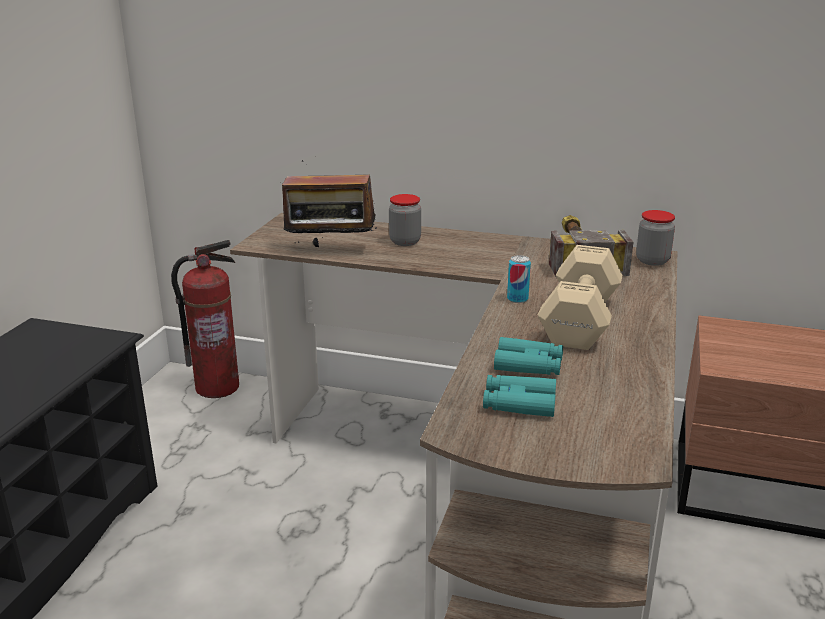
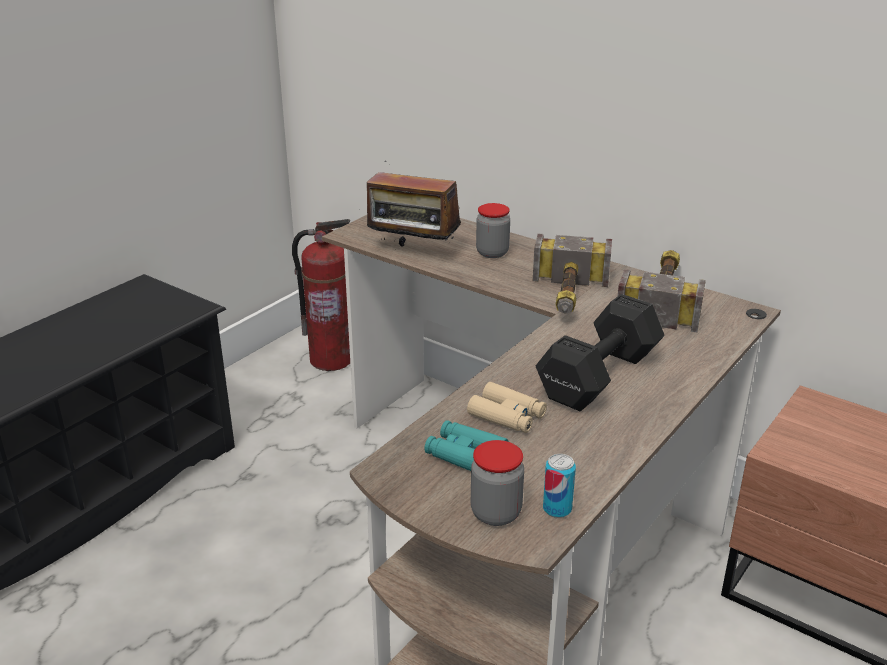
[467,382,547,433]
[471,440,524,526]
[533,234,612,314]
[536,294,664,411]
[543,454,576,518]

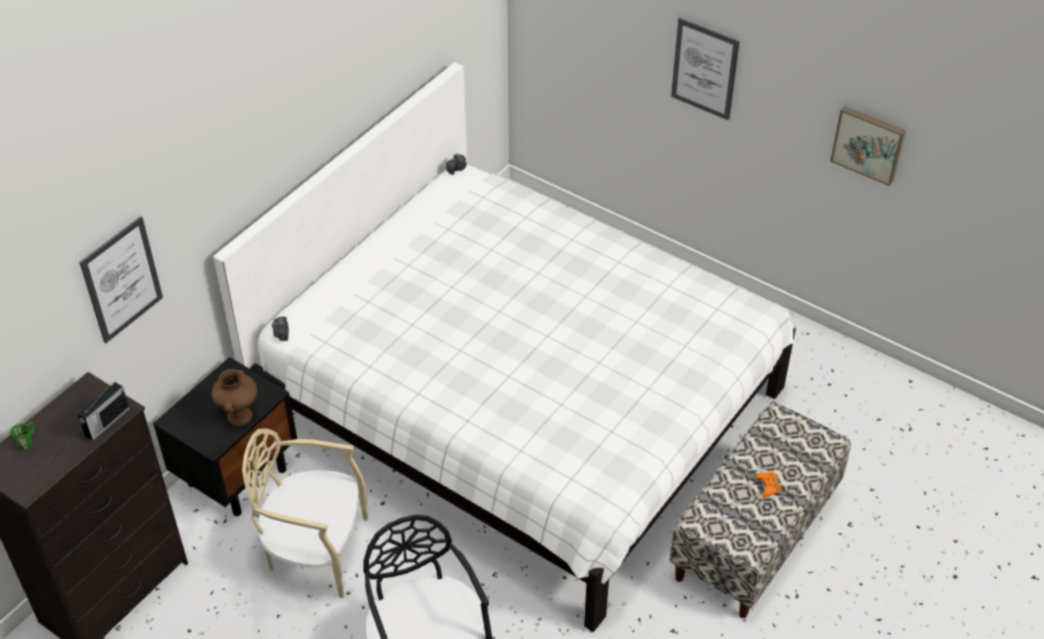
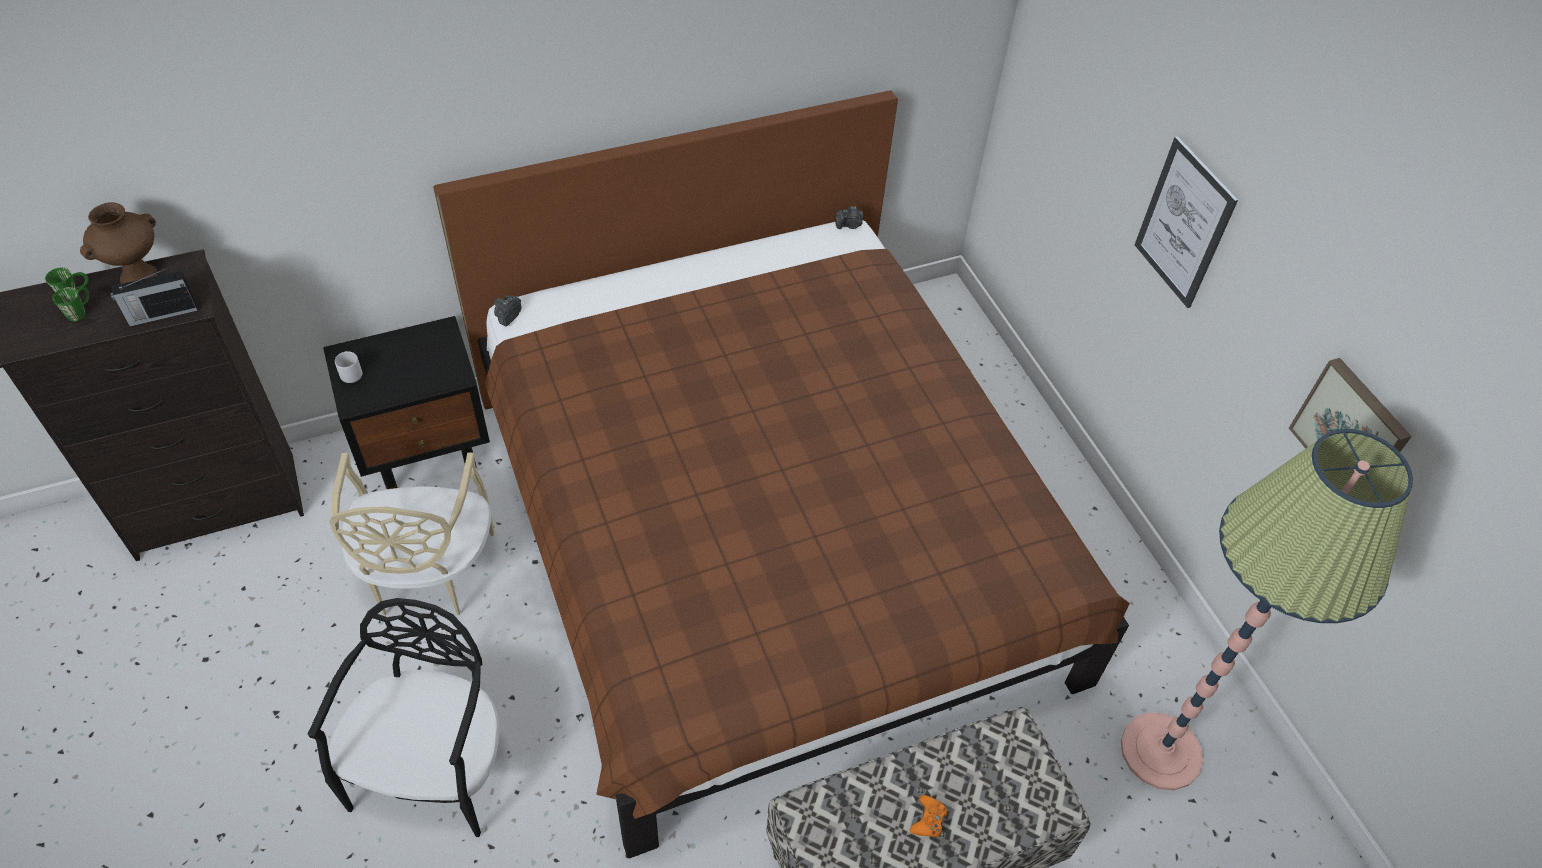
[52,287,89,322]
[80,202,158,284]
[329,453,494,616]
[335,351,362,383]
[433,90,1130,858]
[1121,429,1413,790]
[79,216,163,343] (first image)

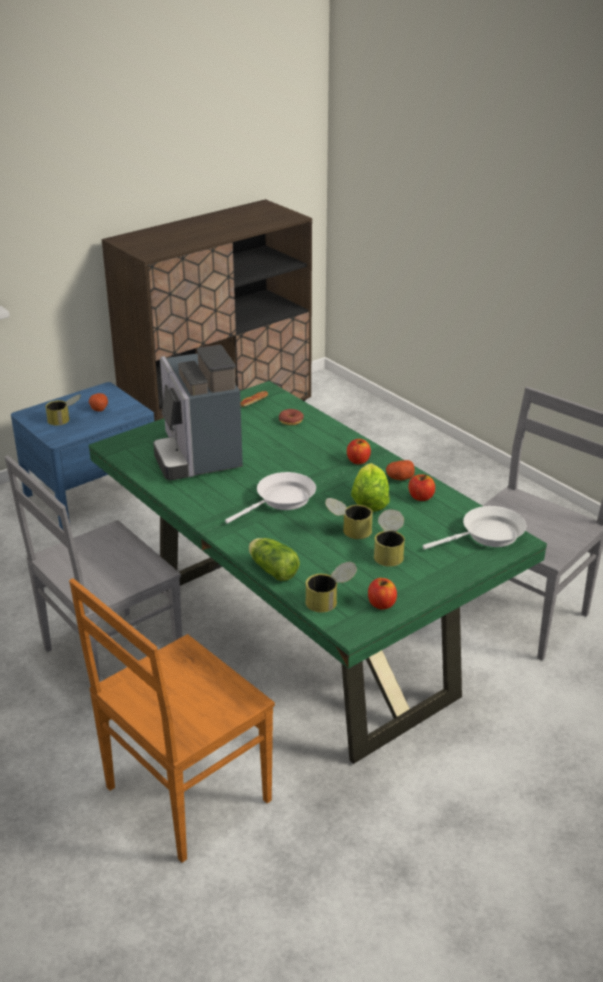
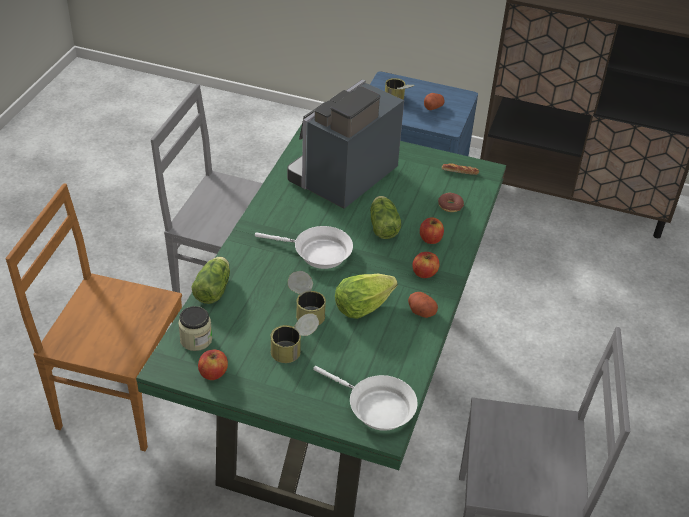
[178,306,212,351]
[370,196,401,239]
[420,218,444,244]

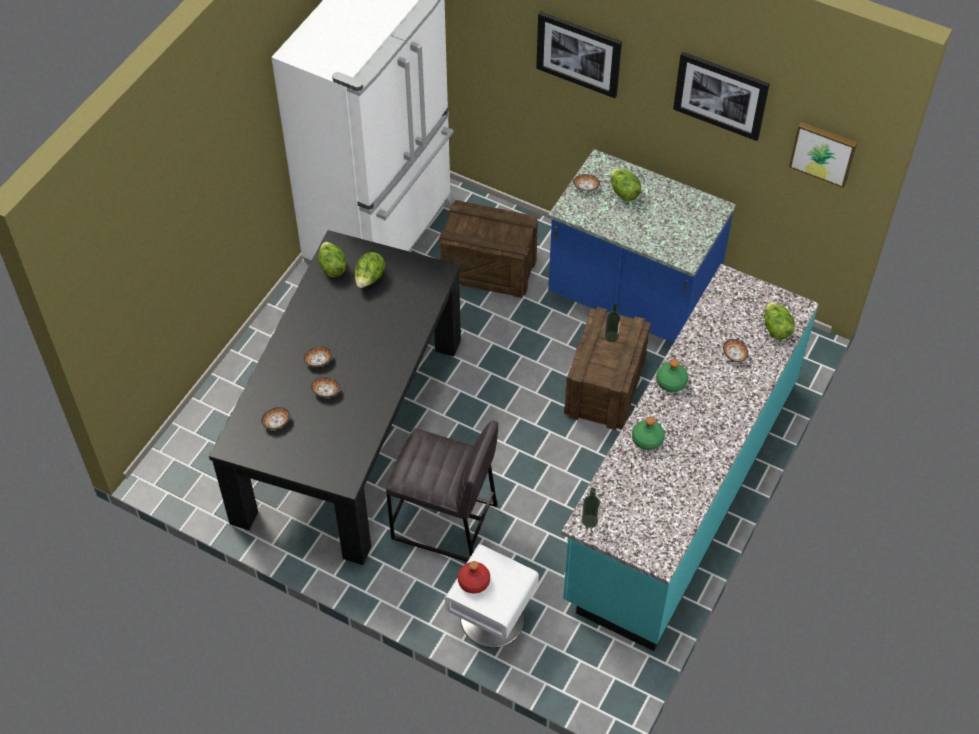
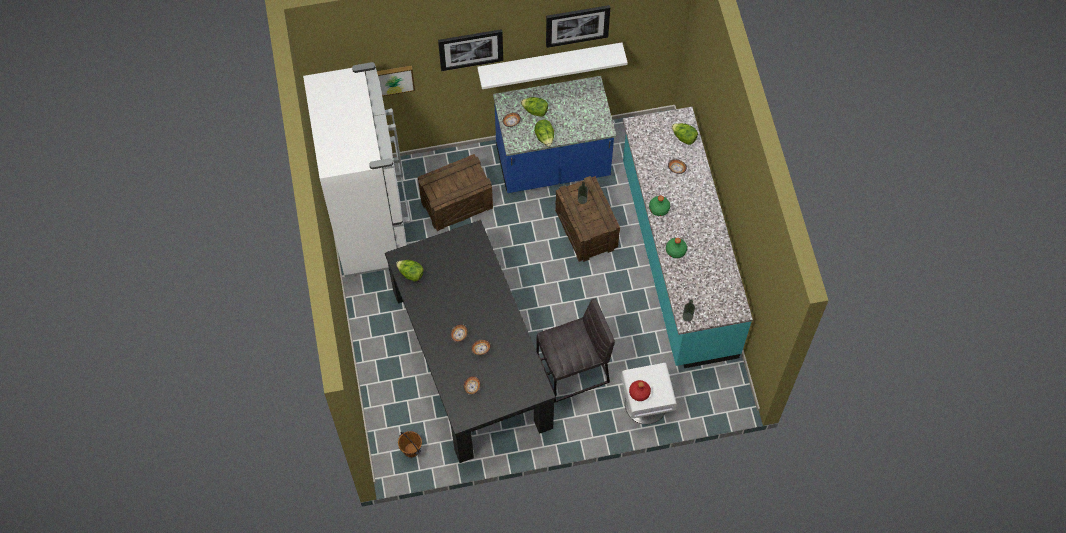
[377,65,415,96]
[398,431,422,458]
[477,42,628,89]
[534,120,554,146]

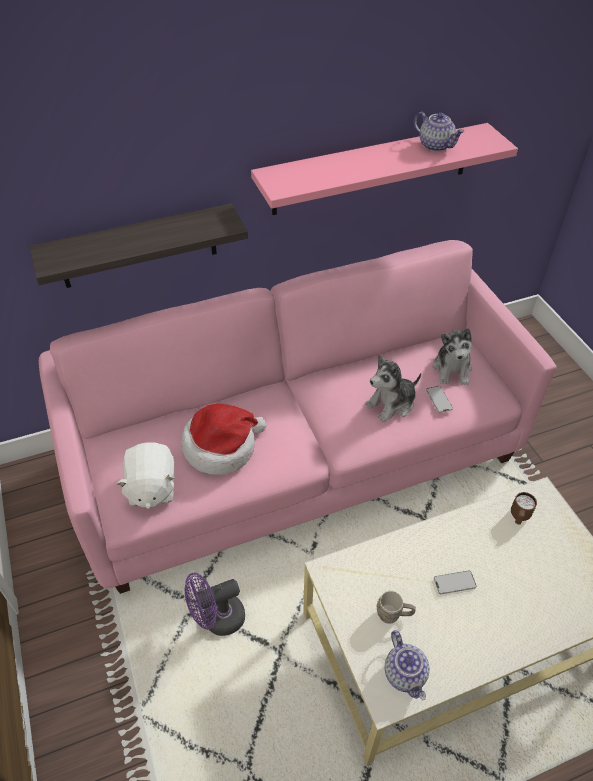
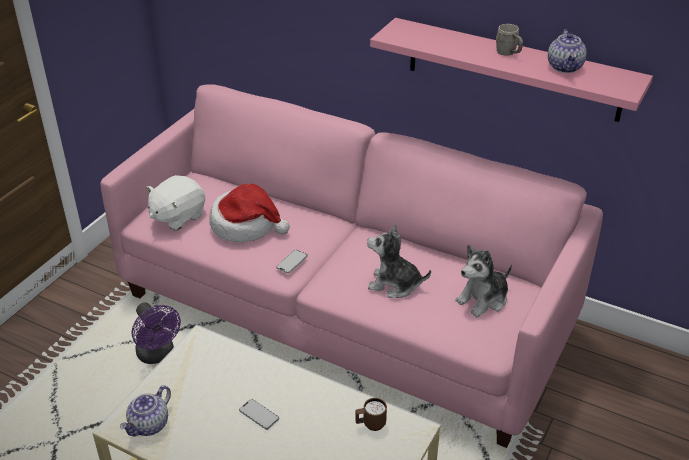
[131,302,181,364]
[276,250,307,273]
[496,24,523,56]
[29,203,248,288] (first image)

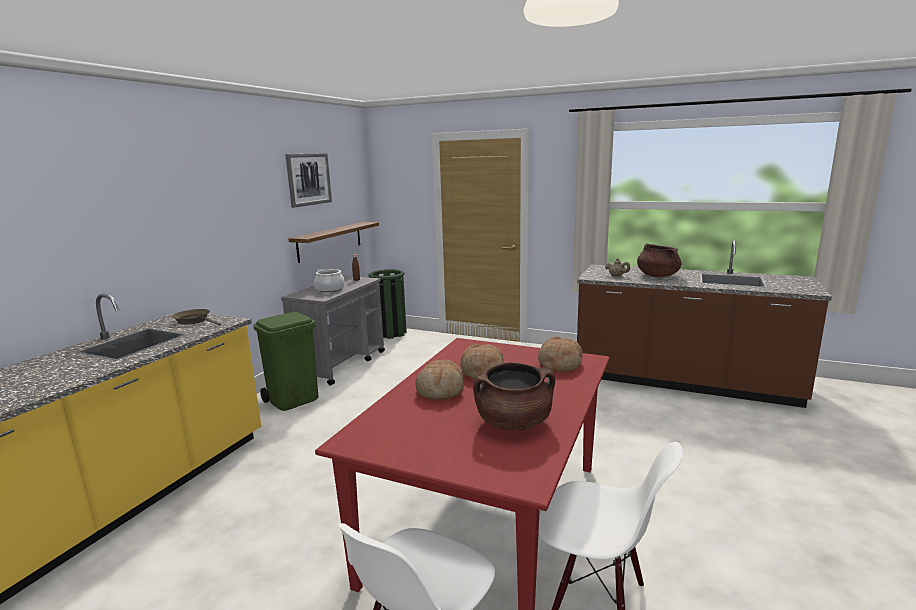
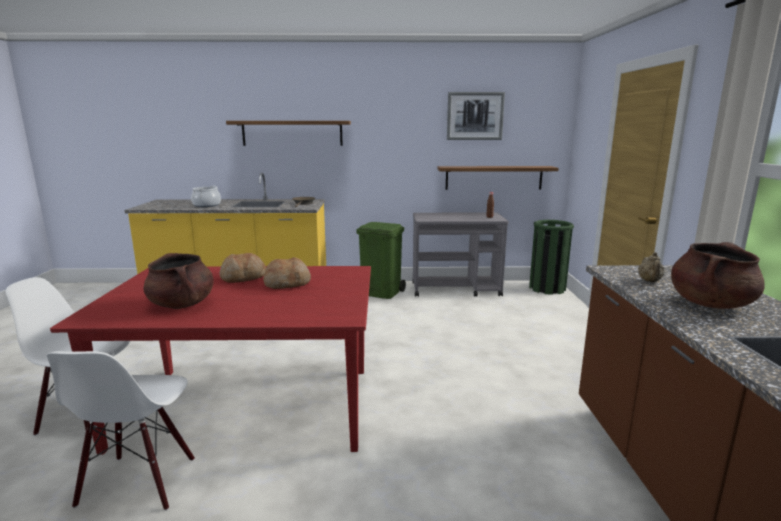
[191,186,221,207]
[226,121,351,146]
[538,336,583,372] (first image)

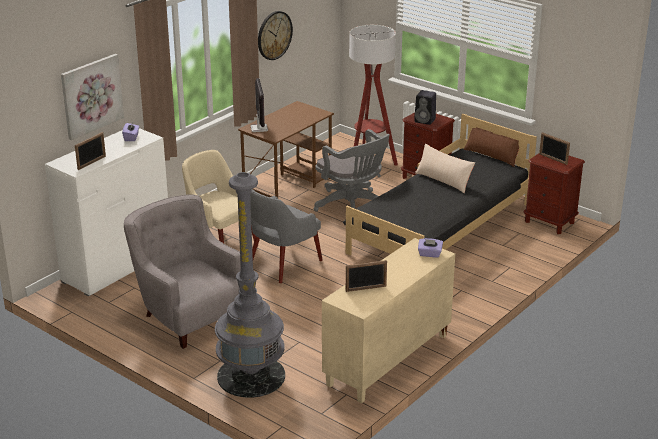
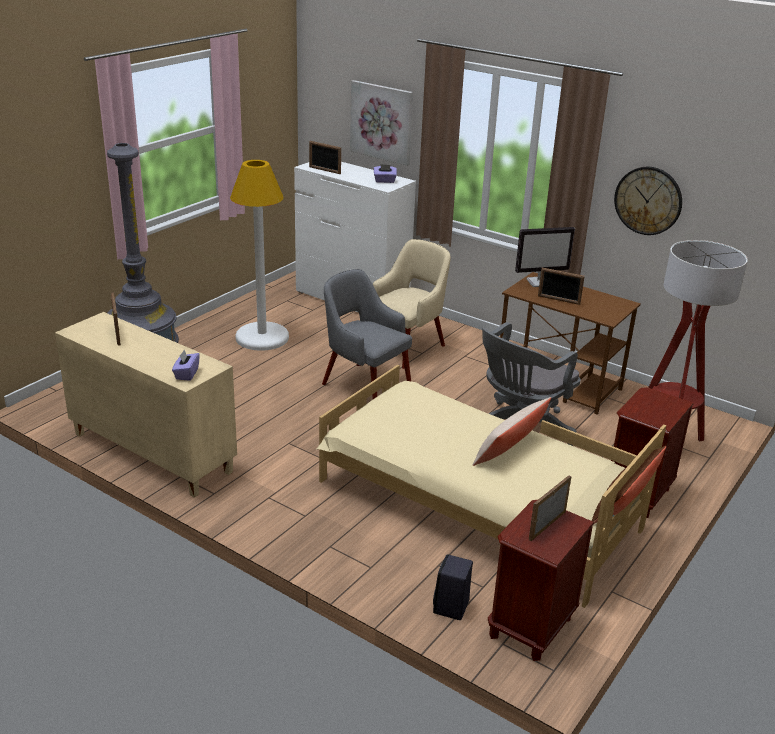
[230,160,289,351]
[316,365,666,608]
[433,554,473,620]
[538,268,585,305]

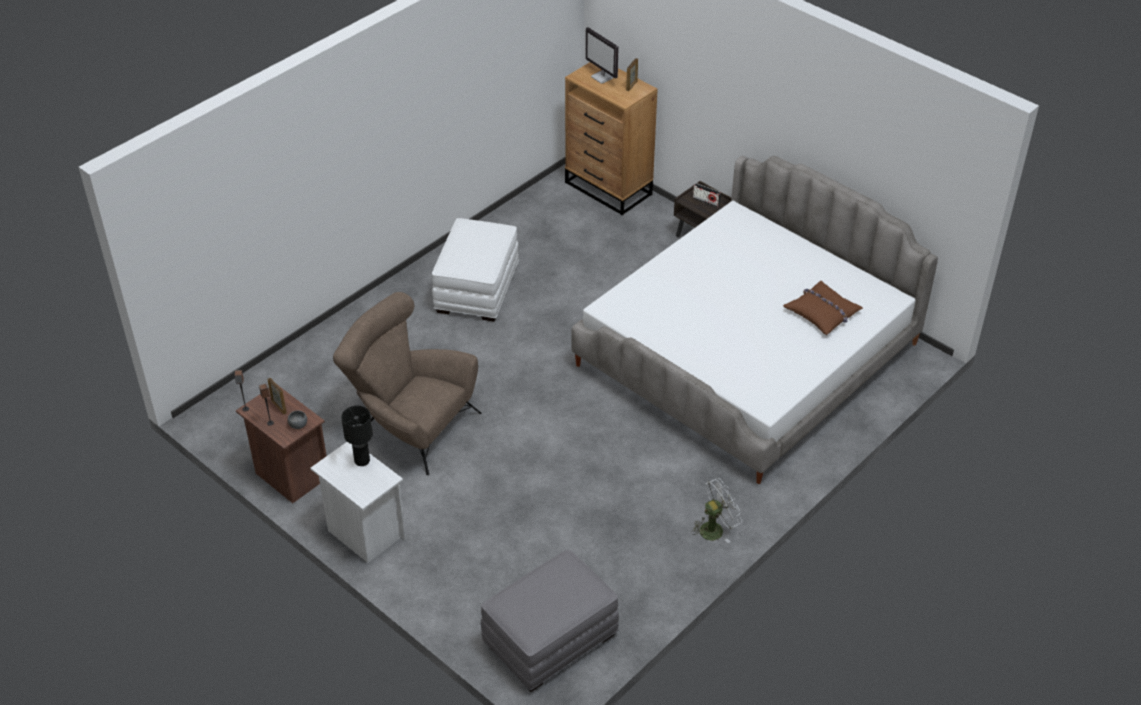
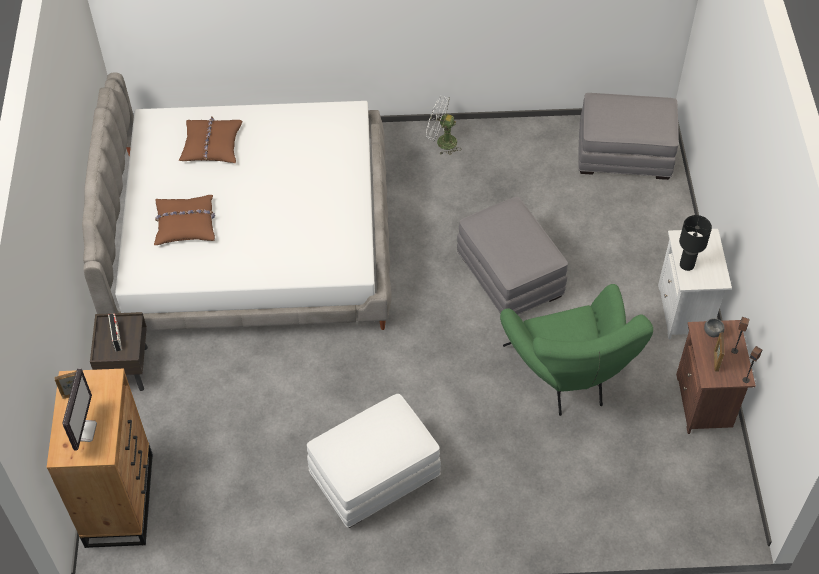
[154,195,215,245]
[457,197,568,315]
[500,284,653,416]

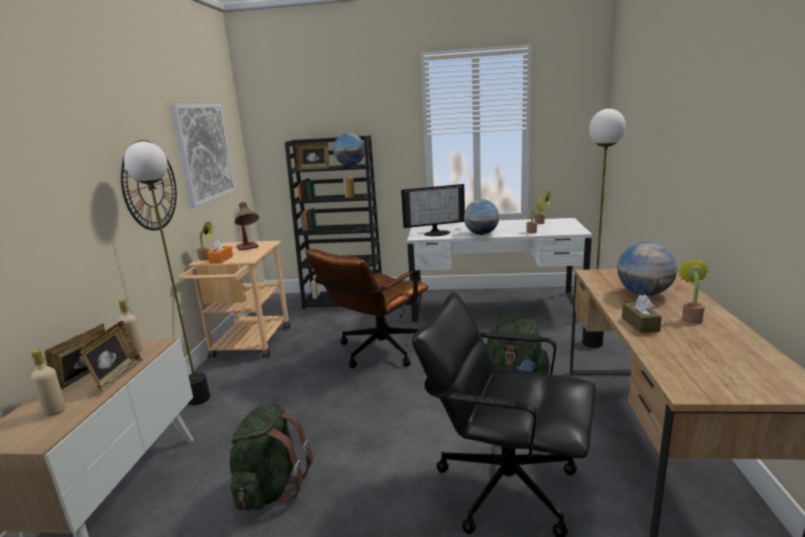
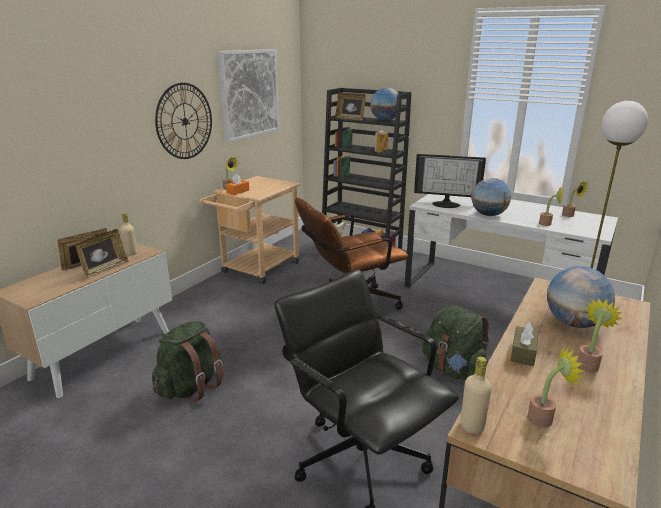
[461,356,492,434]
[527,347,584,428]
[124,141,210,405] (first image)
[235,202,259,250] (first image)

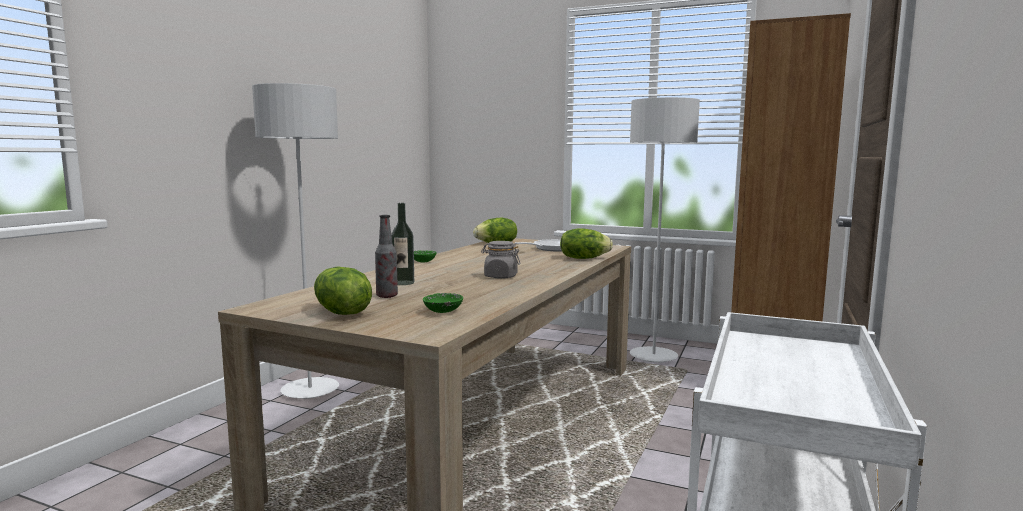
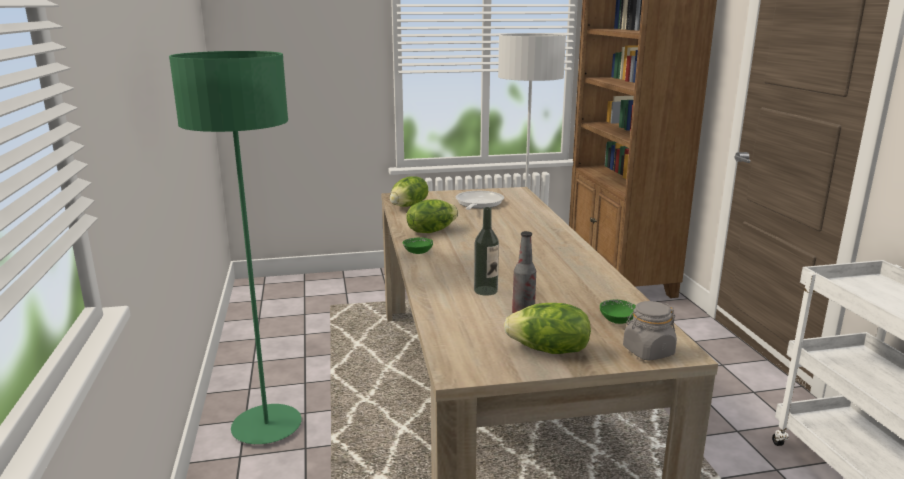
[169,51,302,444]
[406,199,458,233]
[623,301,677,361]

